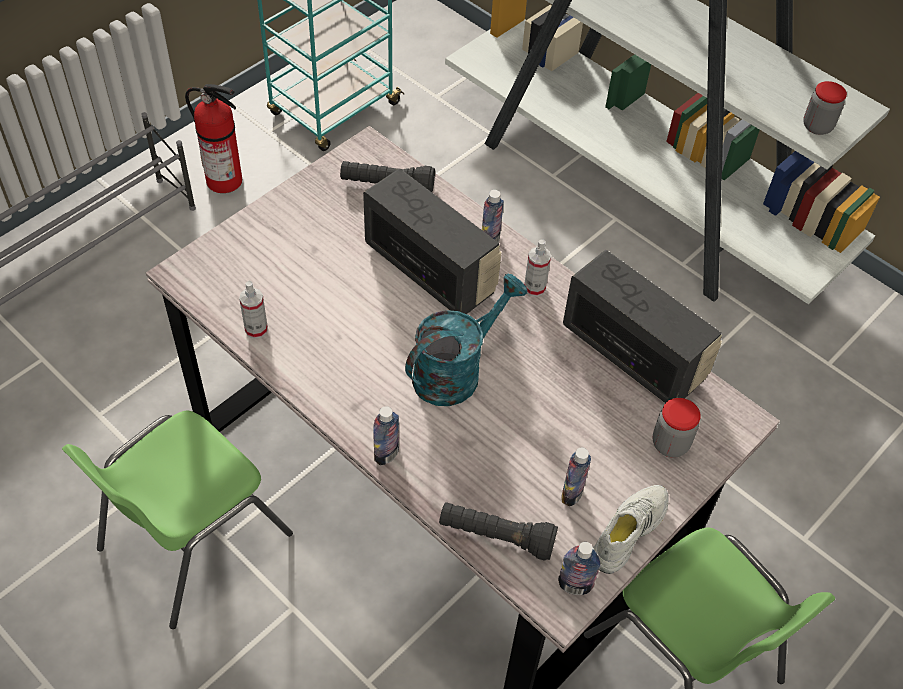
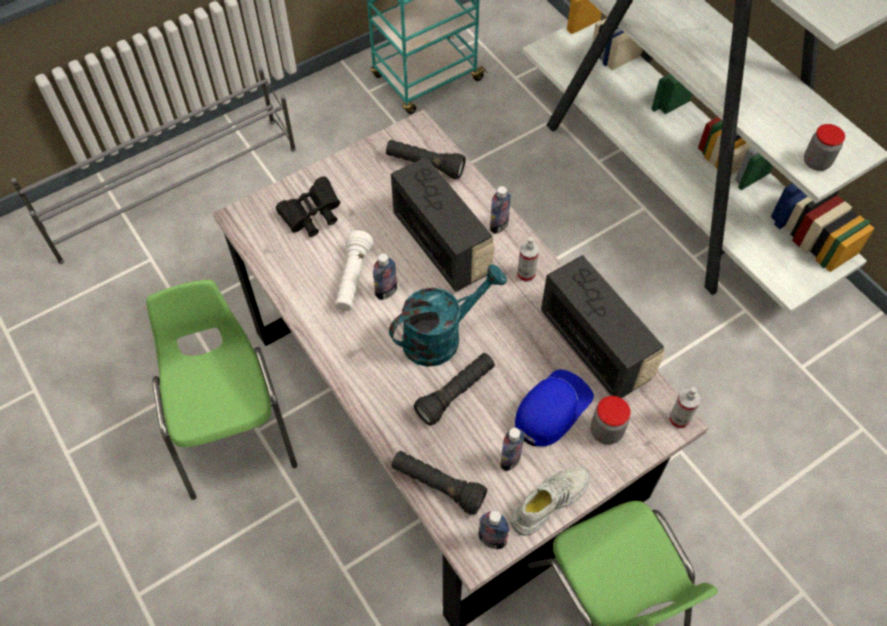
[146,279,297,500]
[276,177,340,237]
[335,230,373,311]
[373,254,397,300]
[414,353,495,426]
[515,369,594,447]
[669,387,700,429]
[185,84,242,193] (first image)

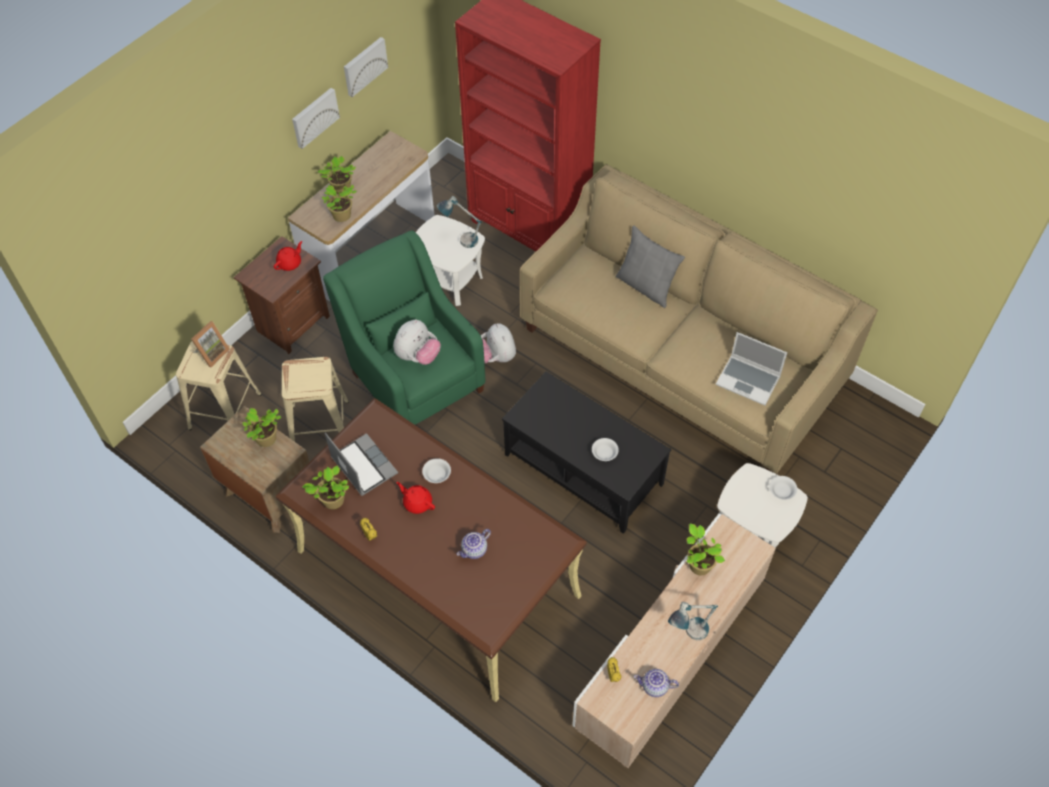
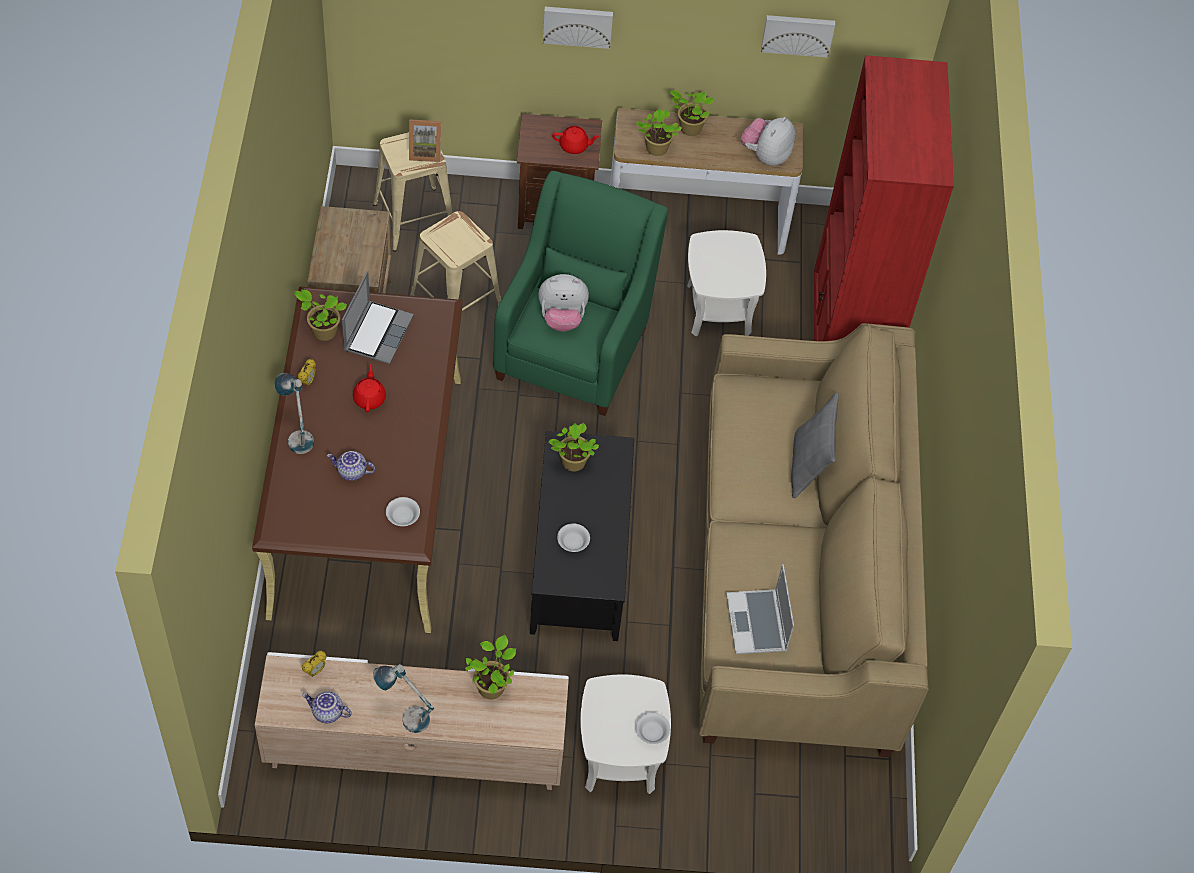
[275,373,314,454]
[302,692,352,723]
[386,497,420,526]
[543,7,613,49]
[548,423,599,471]
[741,117,795,166]

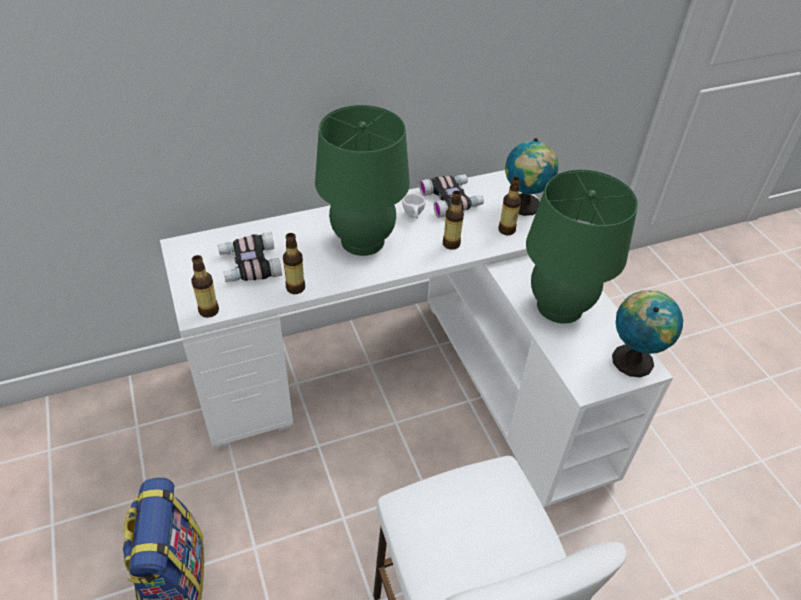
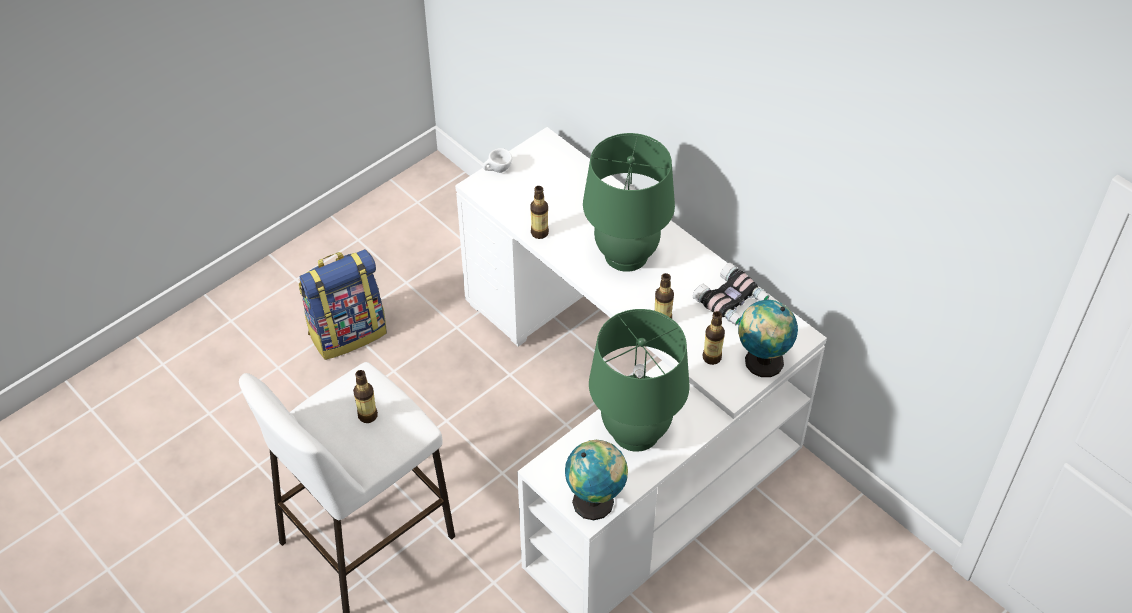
[353,370,378,423]
[483,148,512,173]
[218,232,282,282] (first image)

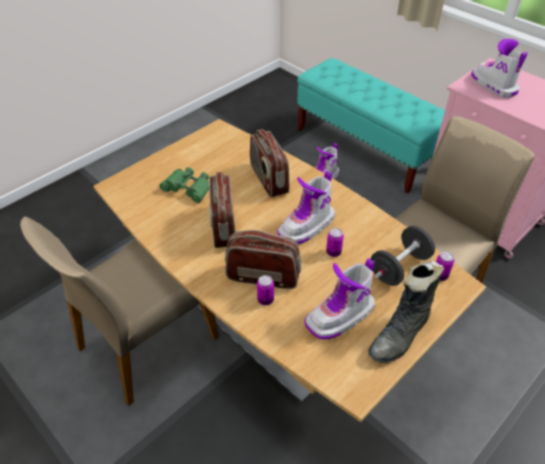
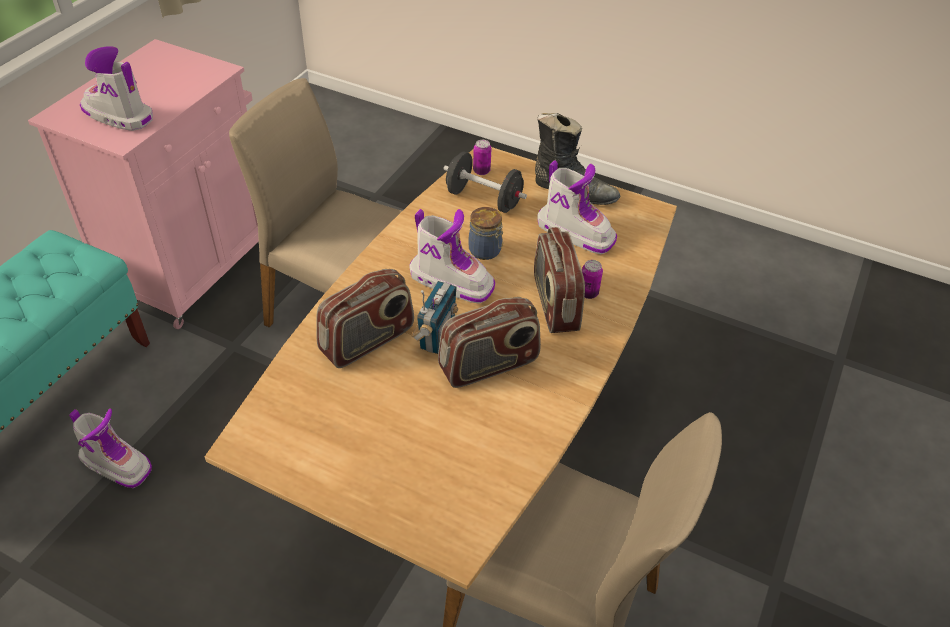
[80,46,153,131]
[411,281,458,354]
[468,207,503,260]
[160,167,209,203] (first image)

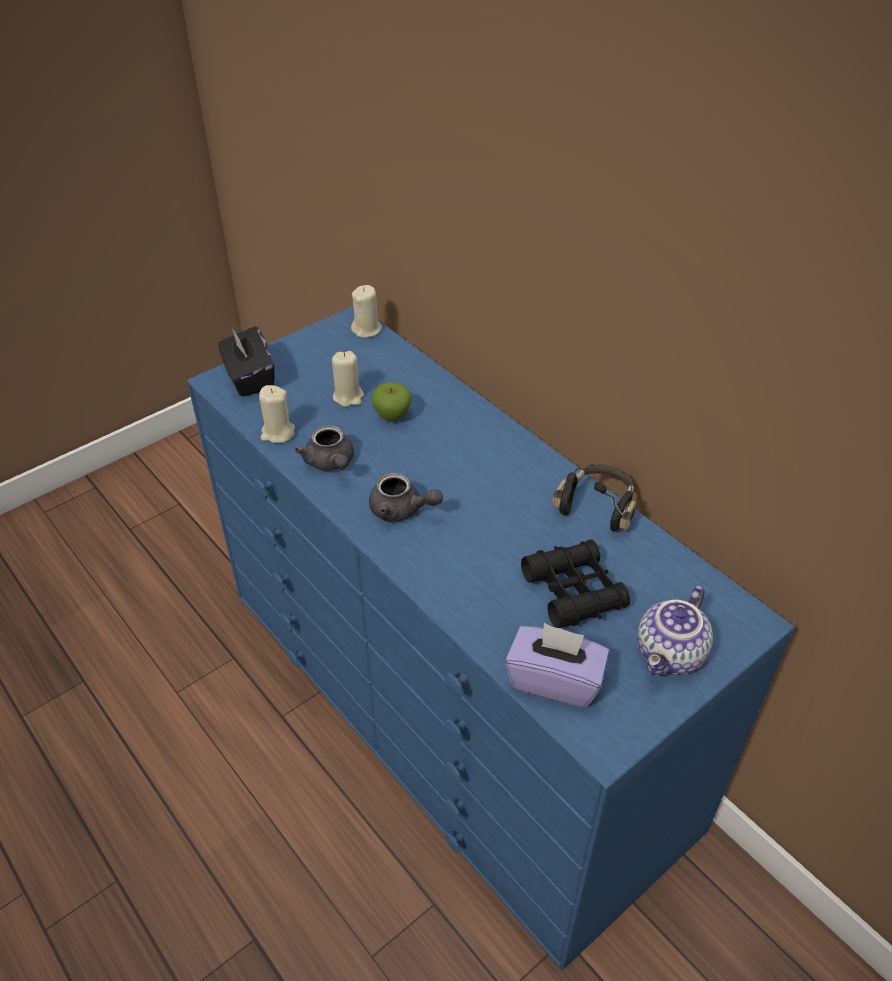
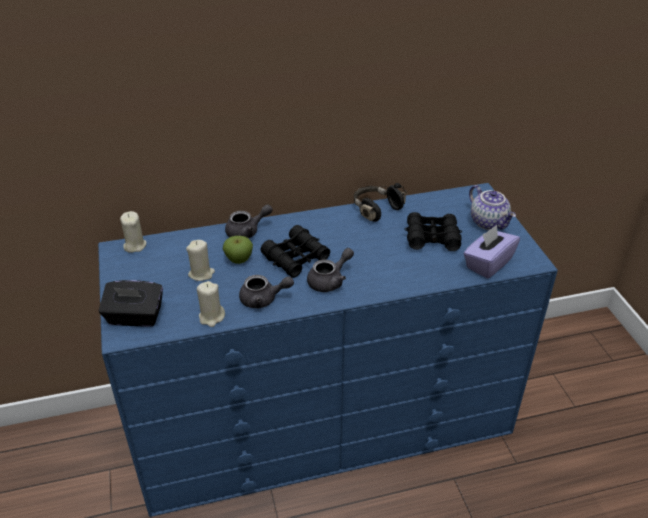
[225,204,273,238]
[260,225,330,278]

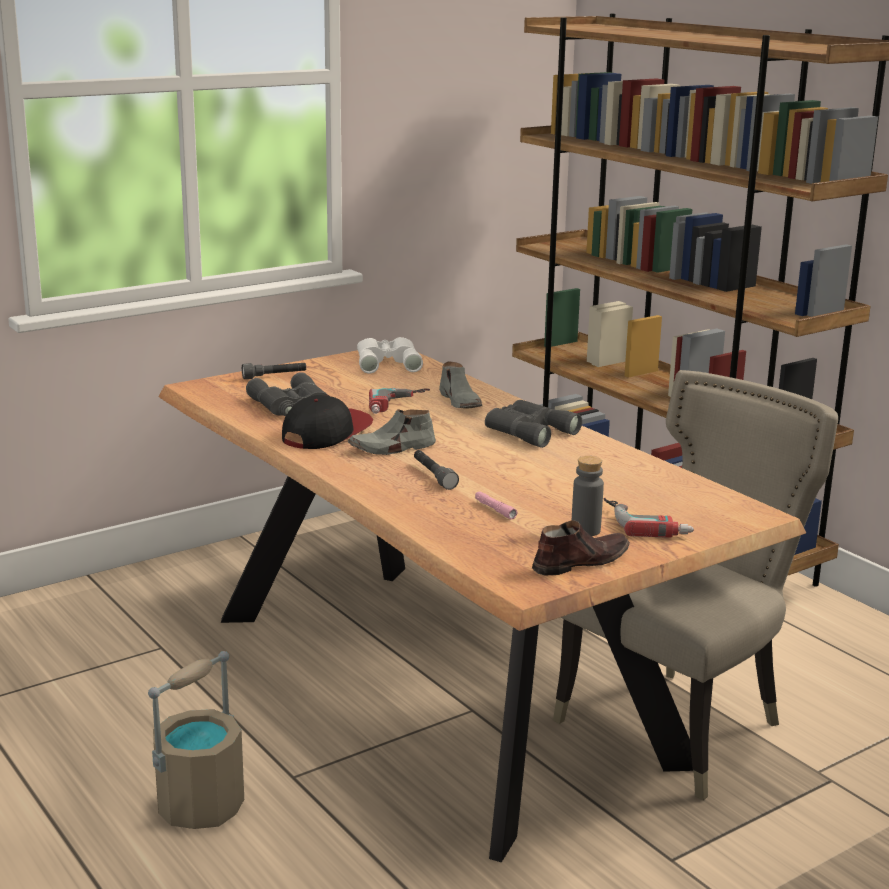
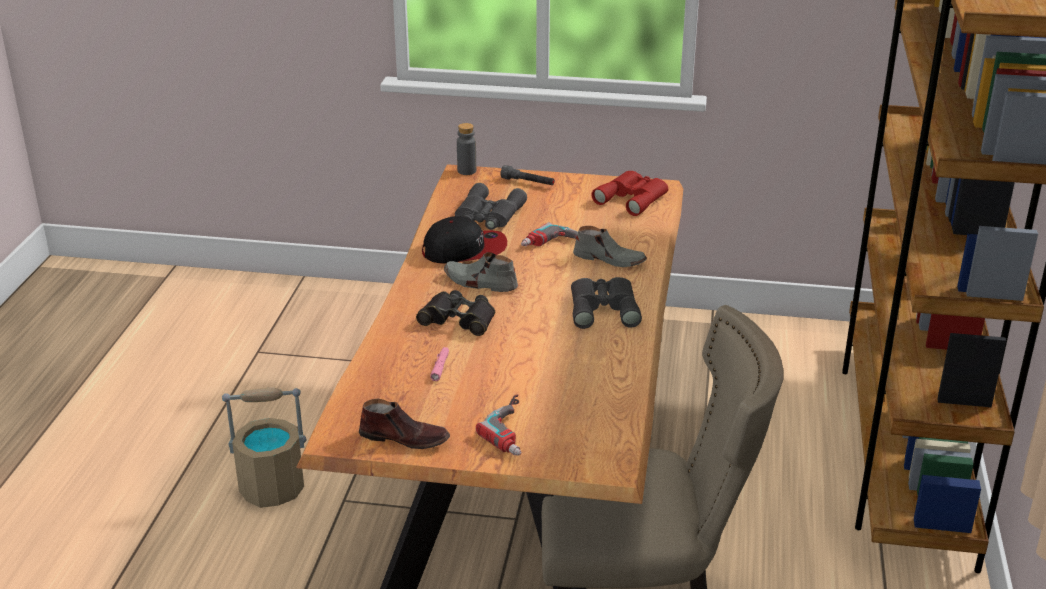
[416,290,495,336]
[457,123,476,175]
[573,226,647,267]
[591,171,668,216]

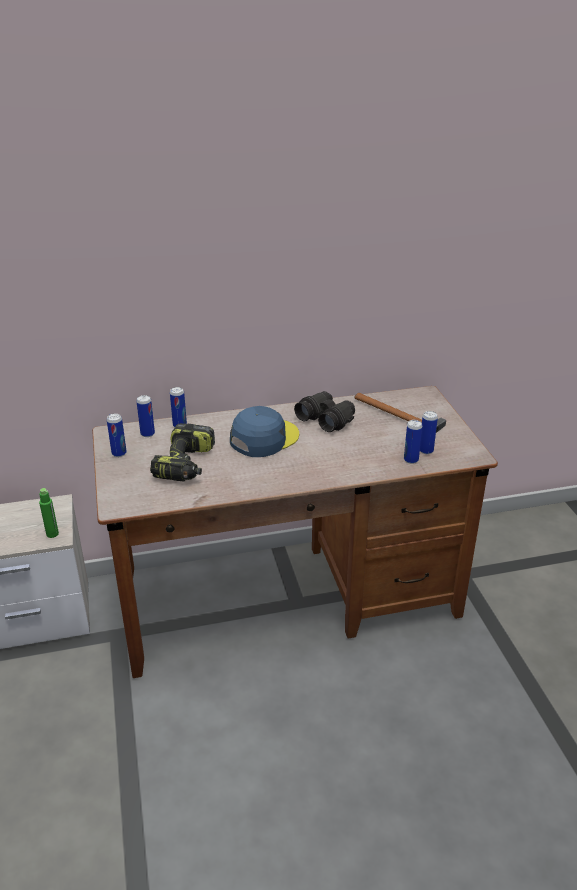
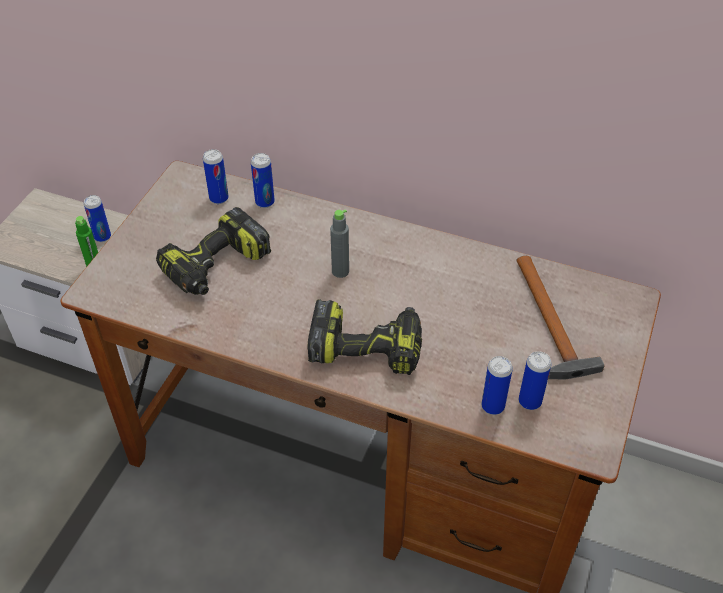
[84,195,111,242]
[307,299,422,375]
[330,209,349,278]
[294,391,355,432] (first image)

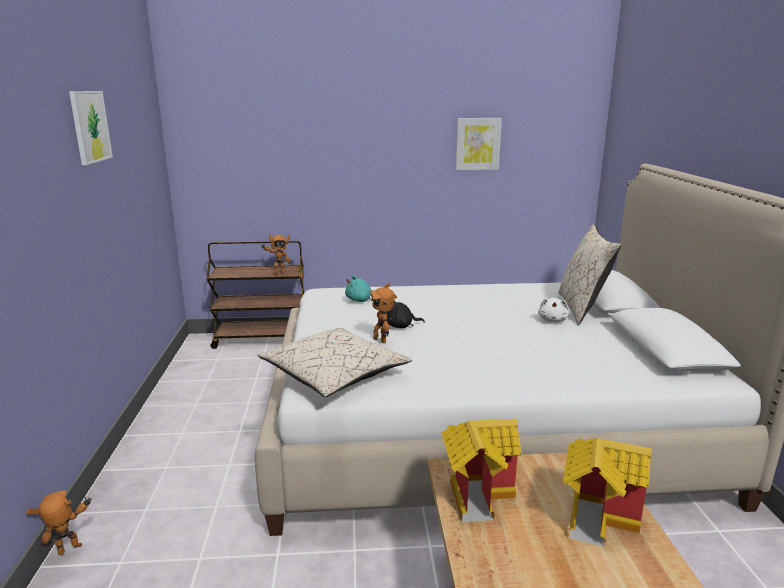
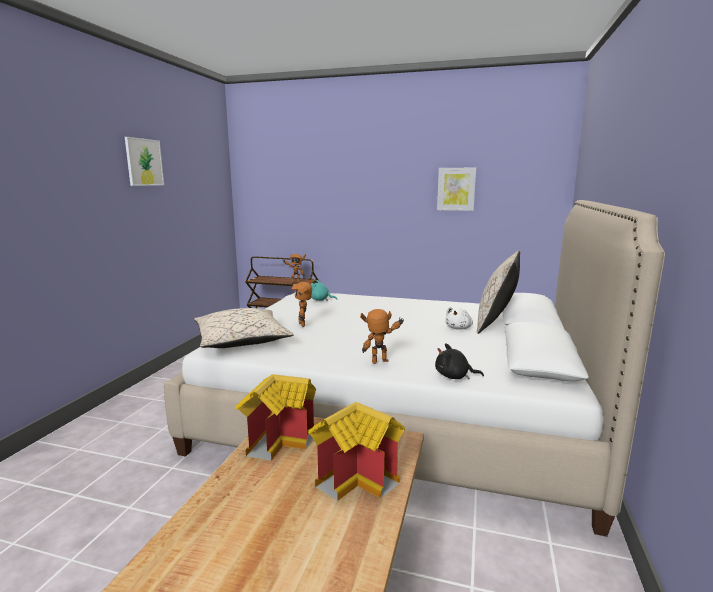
[360,309,404,364]
[435,343,484,379]

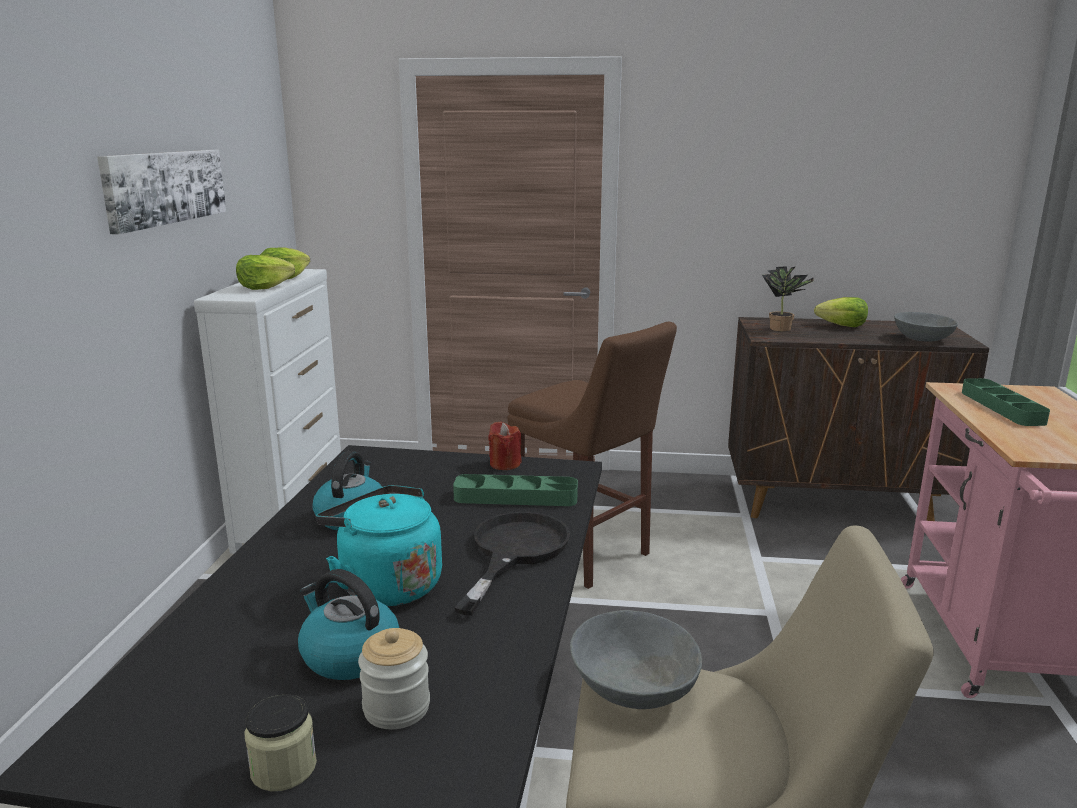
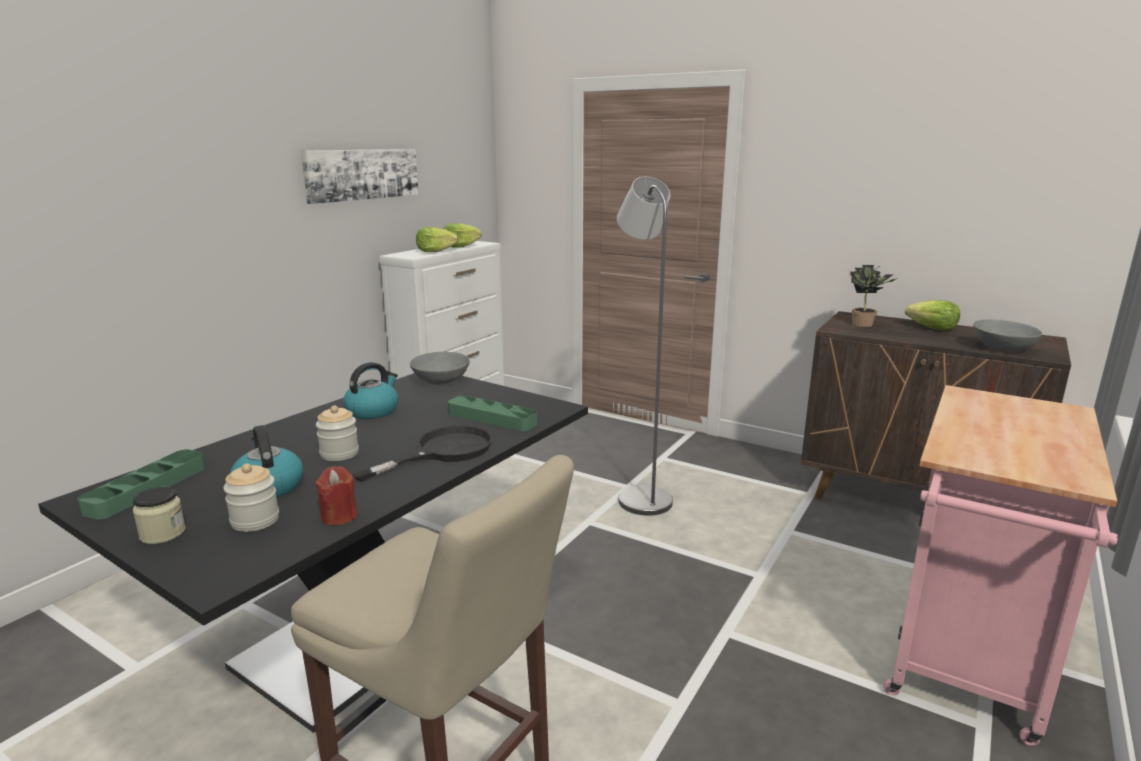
[78,449,205,520]
[315,466,358,526]
[316,406,359,461]
[410,352,470,385]
[617,177,673,516]

